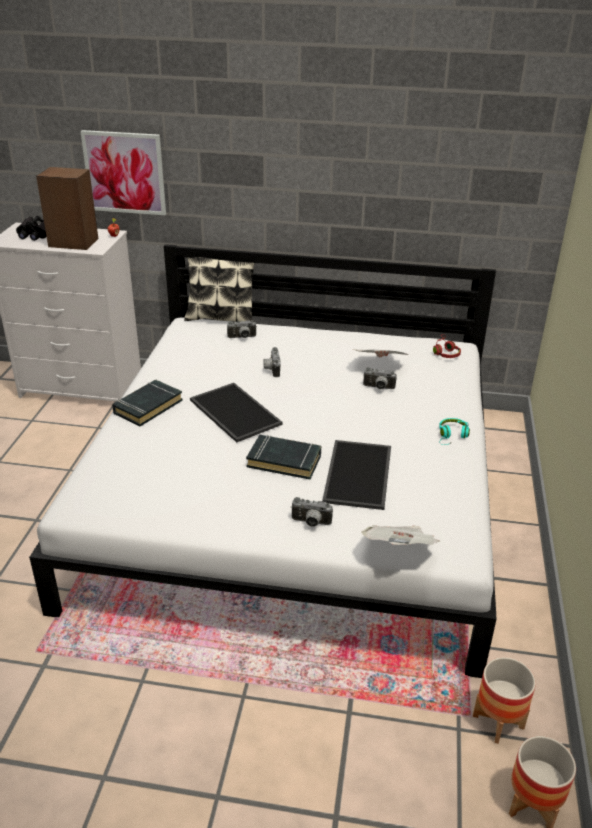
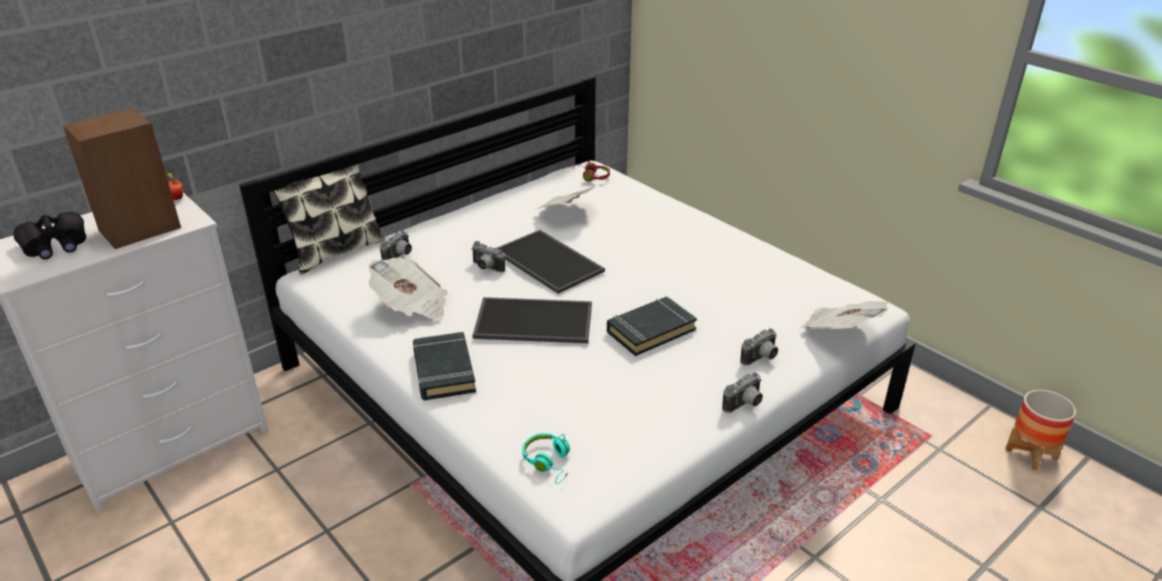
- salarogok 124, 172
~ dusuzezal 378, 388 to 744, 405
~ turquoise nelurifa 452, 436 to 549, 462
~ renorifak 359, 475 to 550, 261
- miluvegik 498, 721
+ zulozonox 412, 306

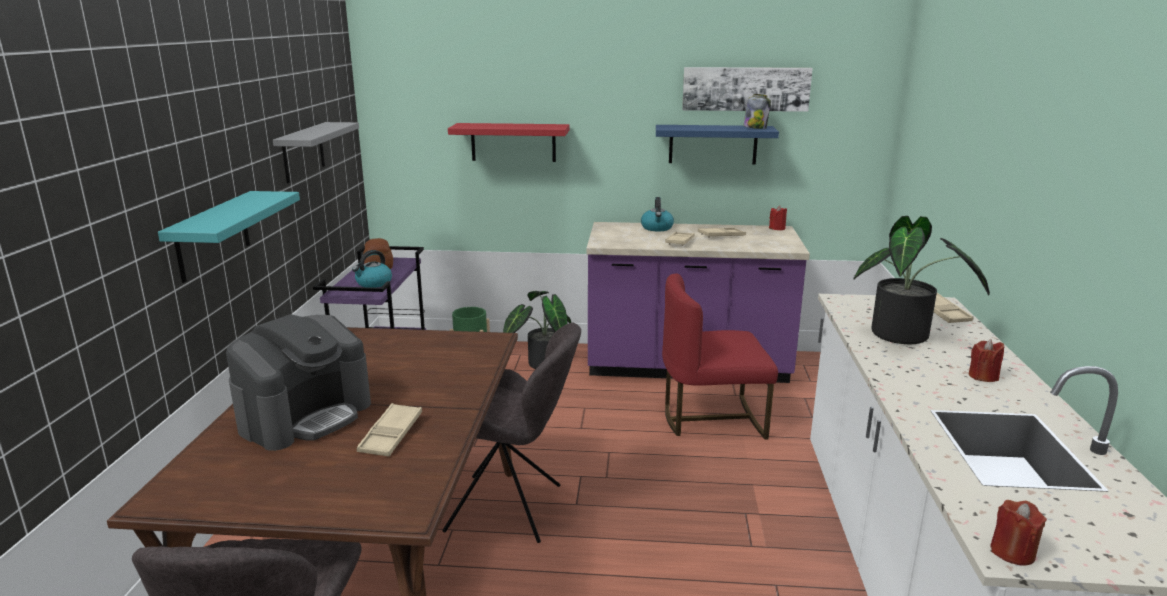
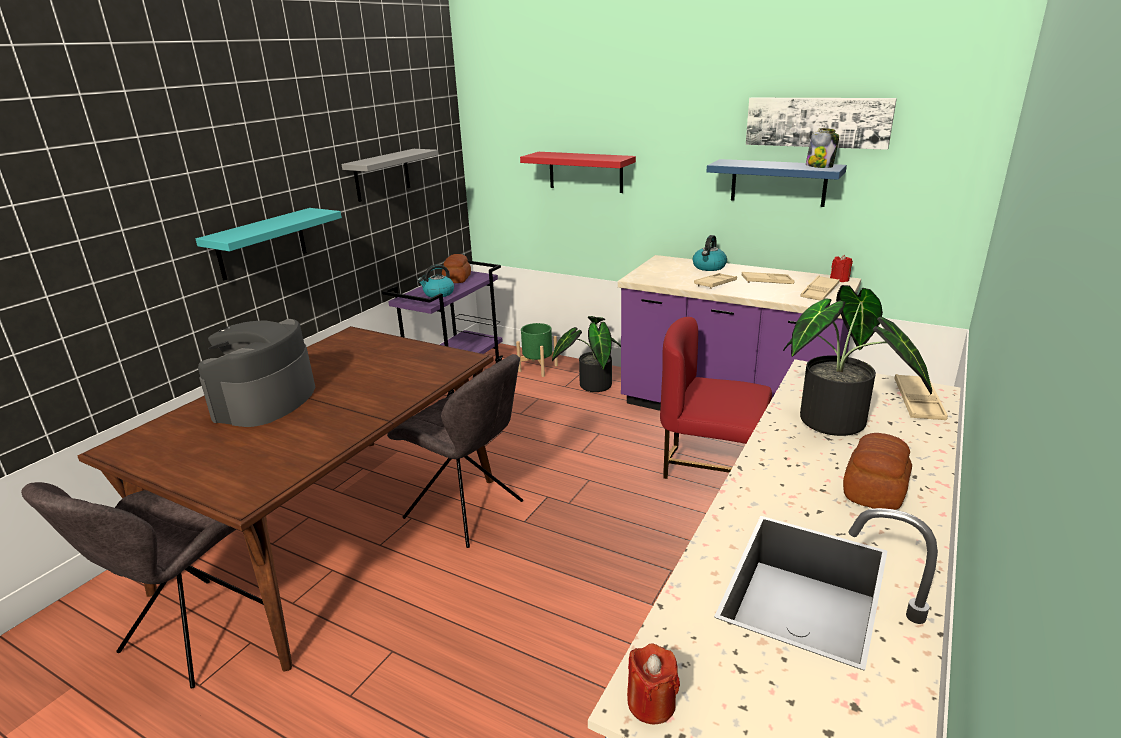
~ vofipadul 306, 415 = 265, 401 135 degrees clockwise
~ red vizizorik 983, 376 to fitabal 875, 490
~ beige renorifak 391, 435 to 819, 292

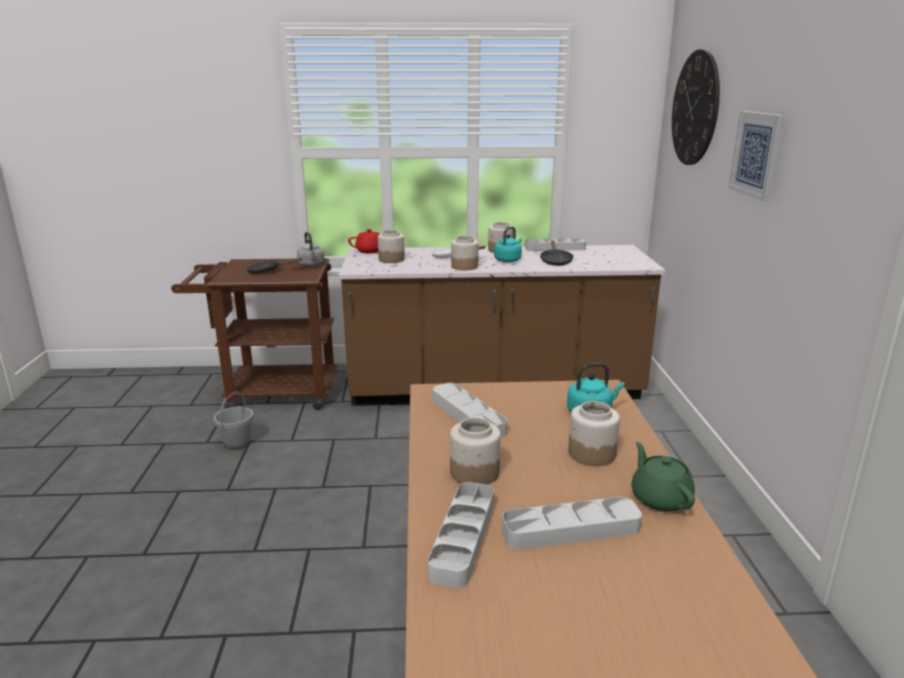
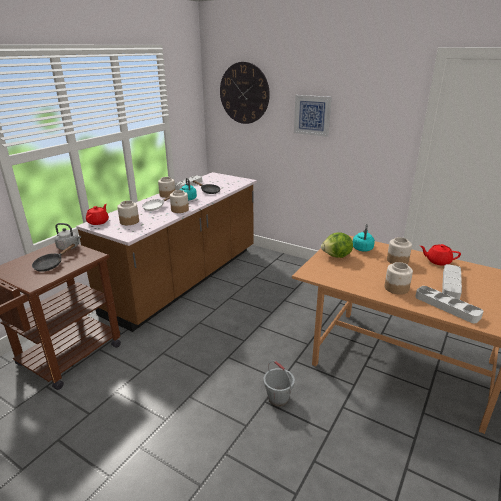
- grey renorifak 468, 415
~ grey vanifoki 237, 443 to 278, 398
~ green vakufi 660, 498 to red vakufi 437, 261
+ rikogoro 337, 256

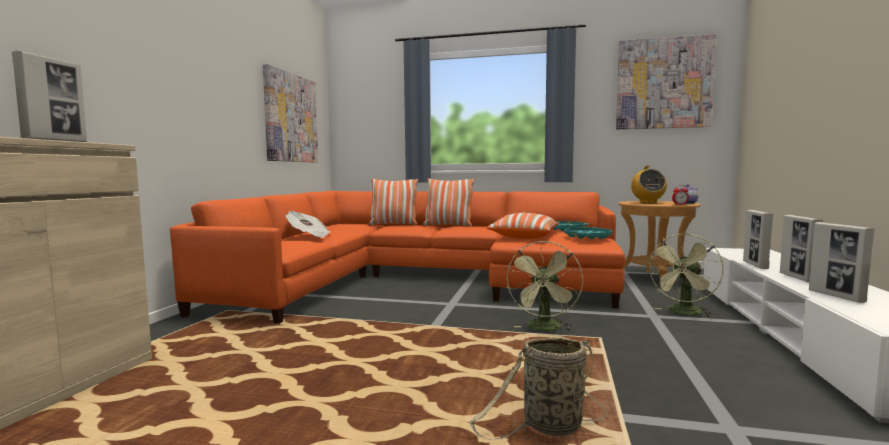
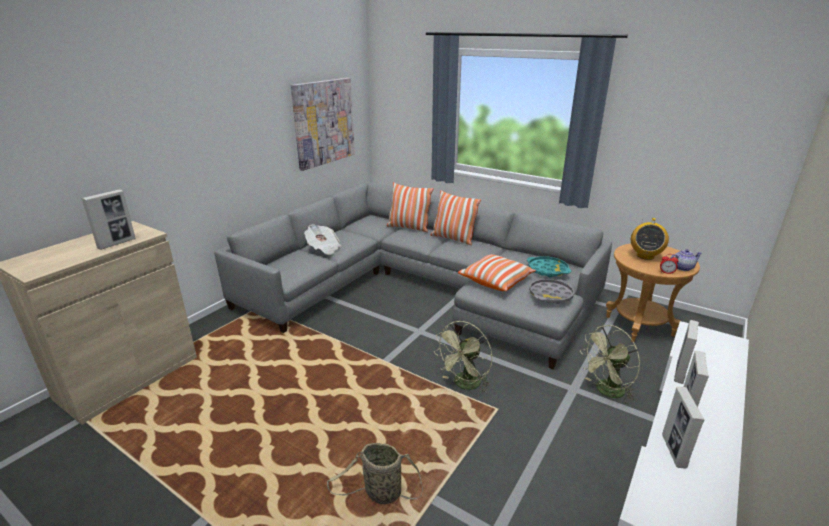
- salarogok 663, 83
~ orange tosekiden 420, 279 to grey tosekiden 419, 287
~ turquoise renorifak 587, 237 to grey renorifak 551, 295

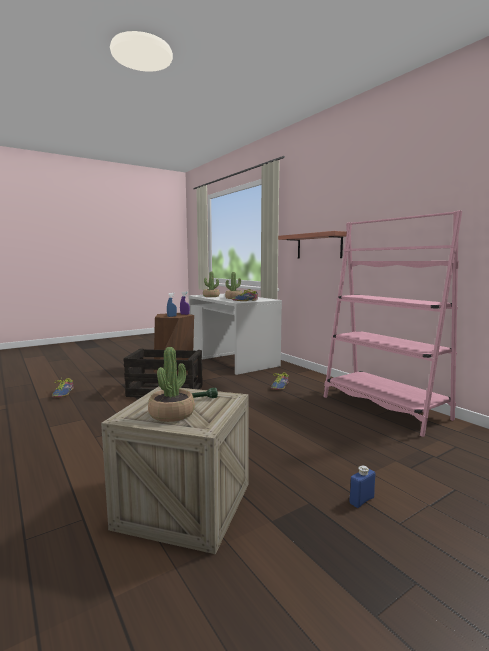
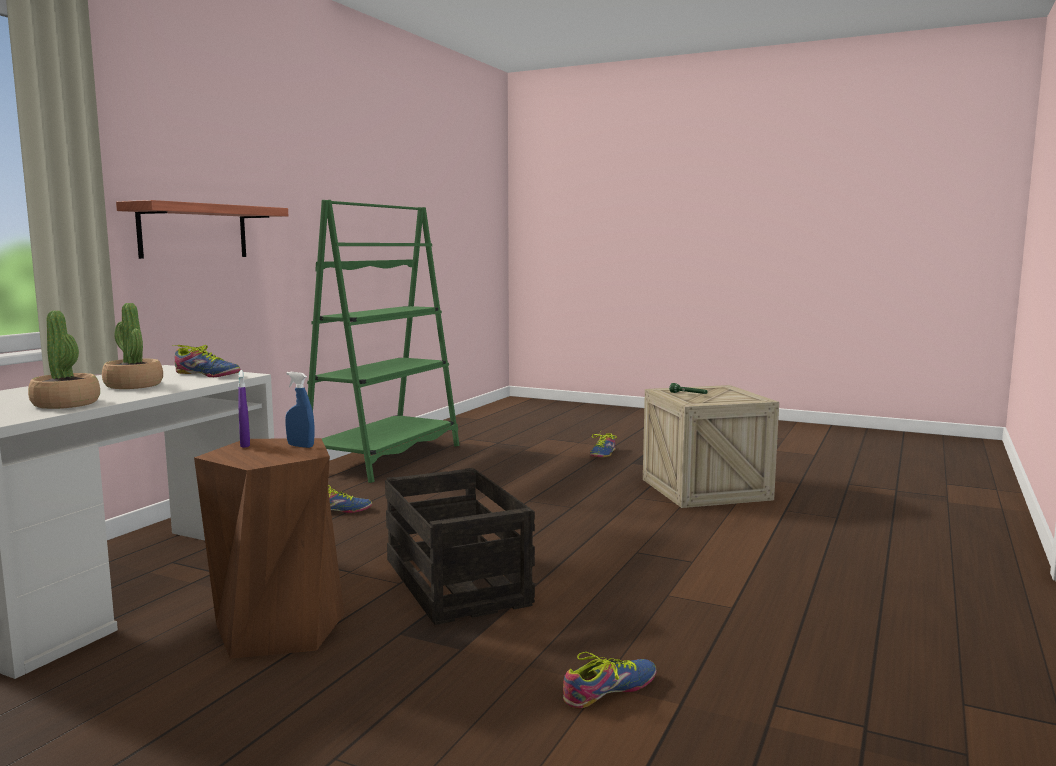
~ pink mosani 384, 408 to green mosani 386, 459
- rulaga 171, 414
~ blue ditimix 361, 500 to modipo 603, 453

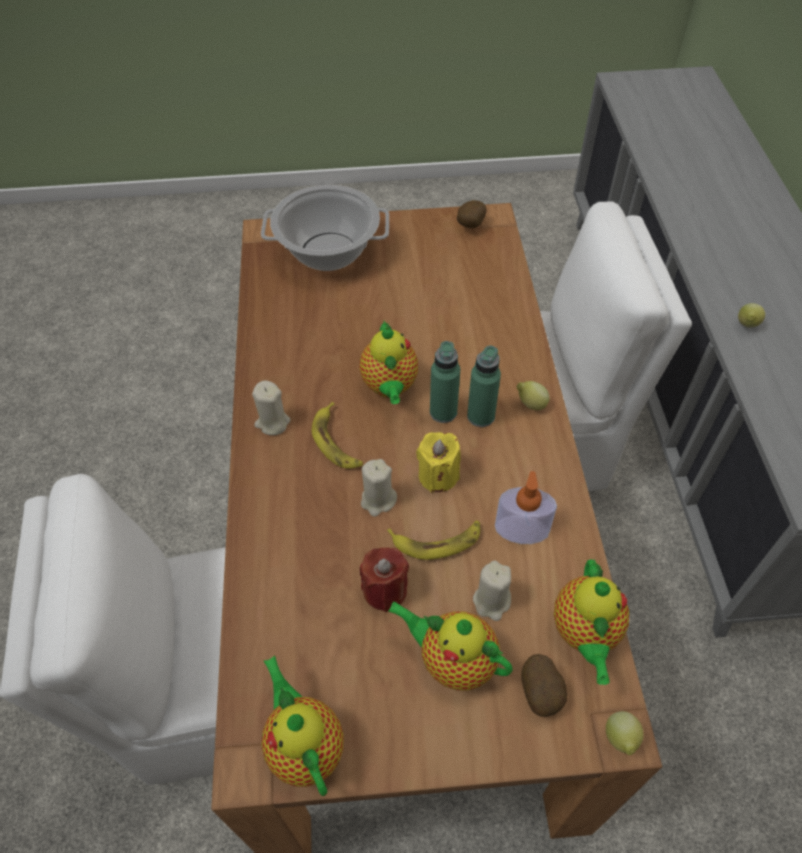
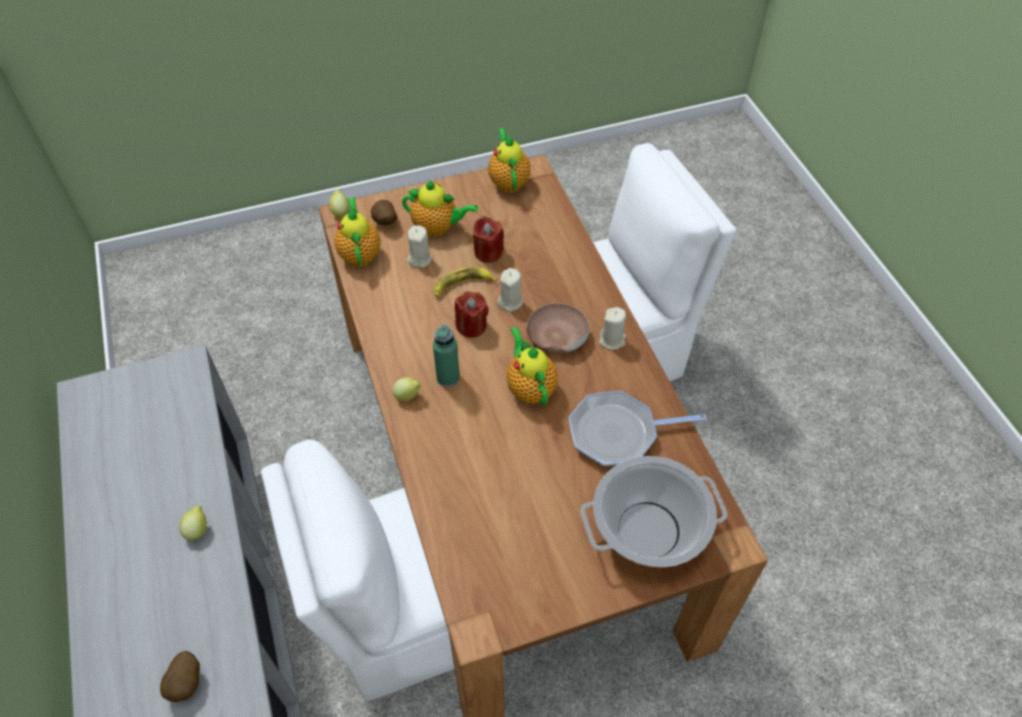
~ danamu 469, 226 to 187, 683
- green ditimix 443, 412
~ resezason 337, 442 to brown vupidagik 556, 335
~ yellow vizizorik 438, 475 to red vizizorik 471, 326
- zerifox 521, 529
~ vakufi 304, 744 = 508, 181 150 degrees counterclockwise
+ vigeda 618, 433

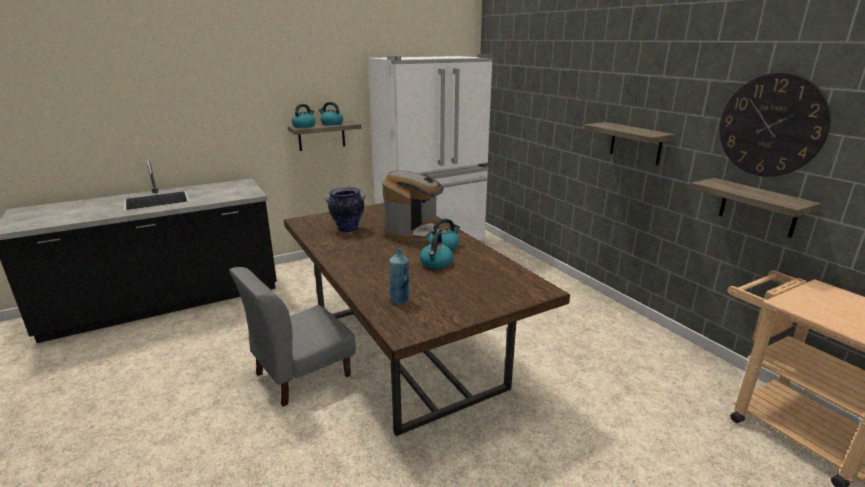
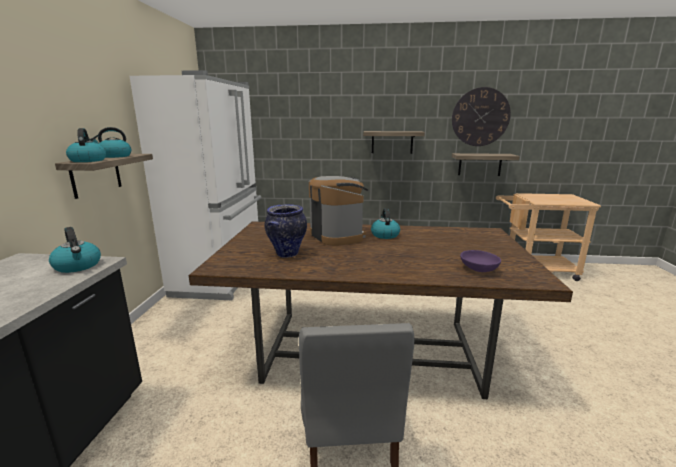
~ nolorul 436, 264 to 78, 266
~ blue ditimix 399, 300 to purple vupidagik 479, 269

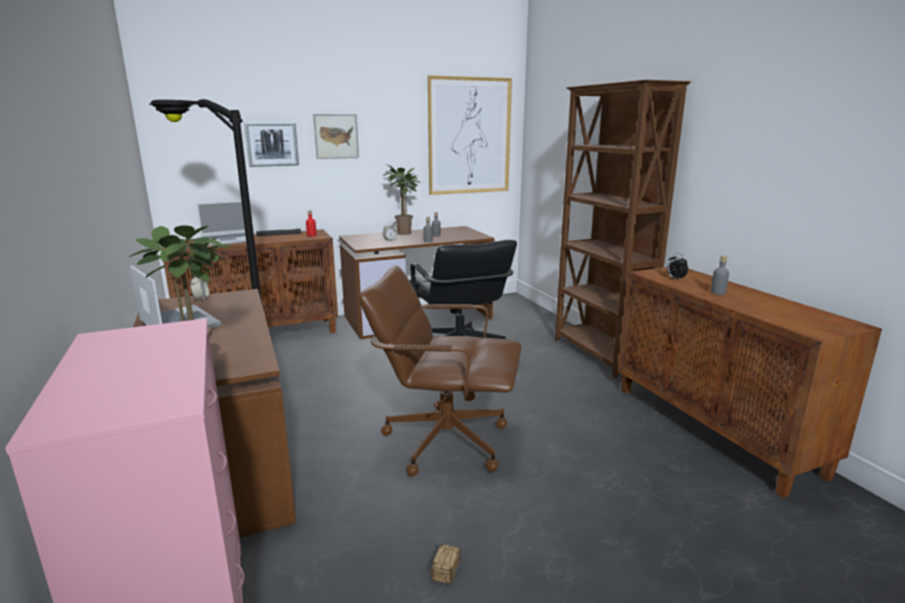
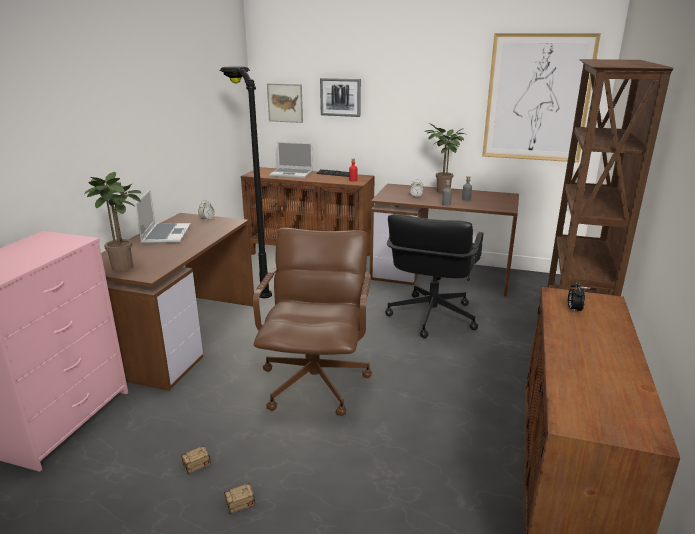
~ salarogok 336, 136 to 285, 103
- grey ditimix 718, 292
~ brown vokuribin 445, 440 = 316, 383 45 degrees clockwise
+ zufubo 257, 498

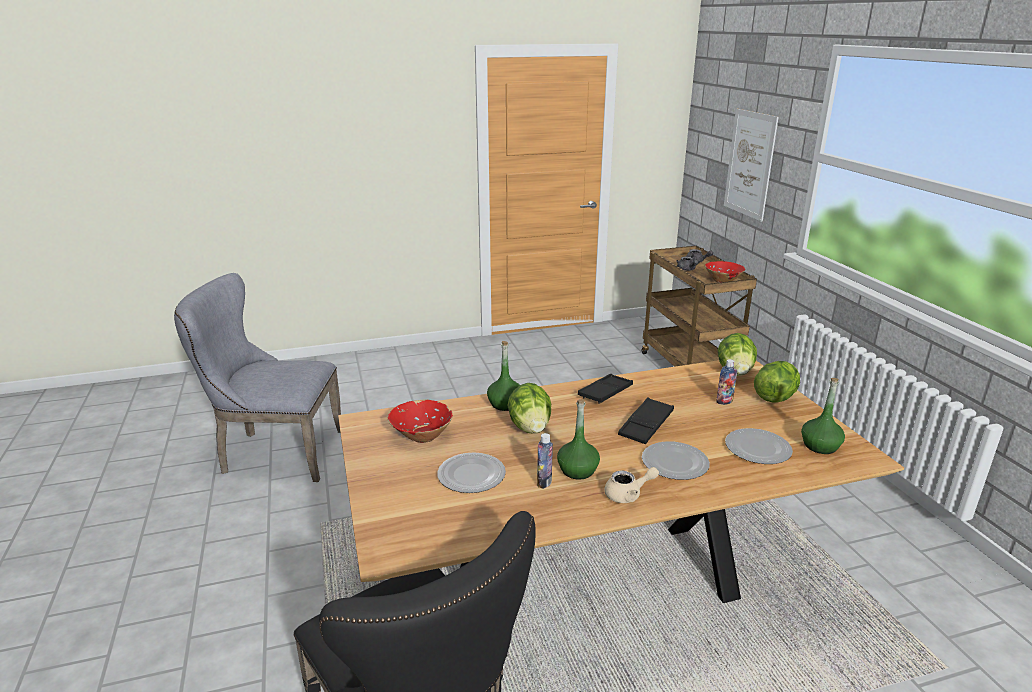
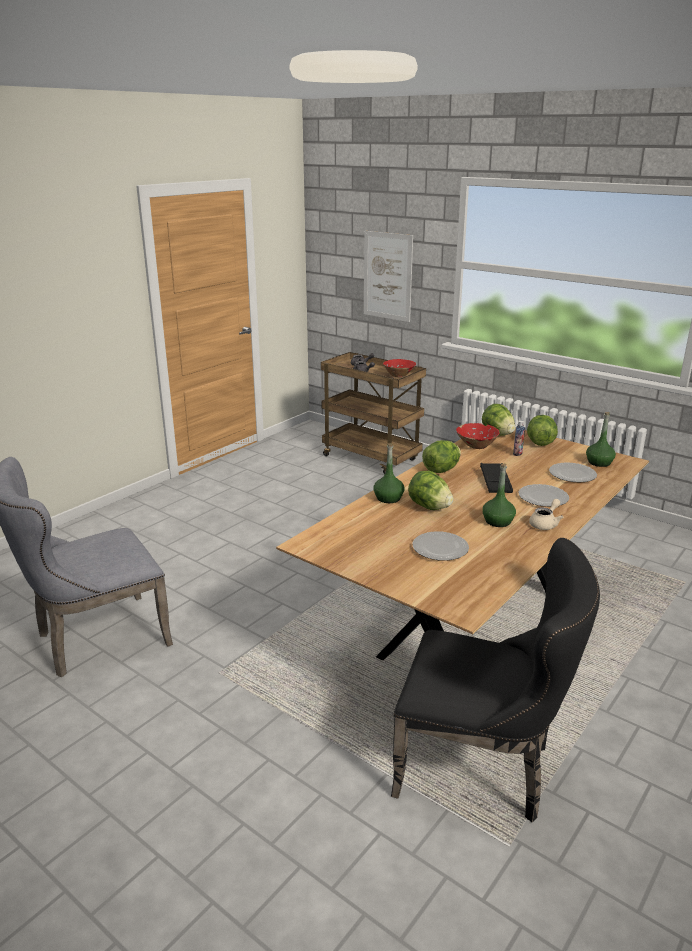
~ black renorifak 605, 392 to rikogoro 441, 470
~ red vupidagik 422, 436 to 476, 446
- ditimix 544, 482

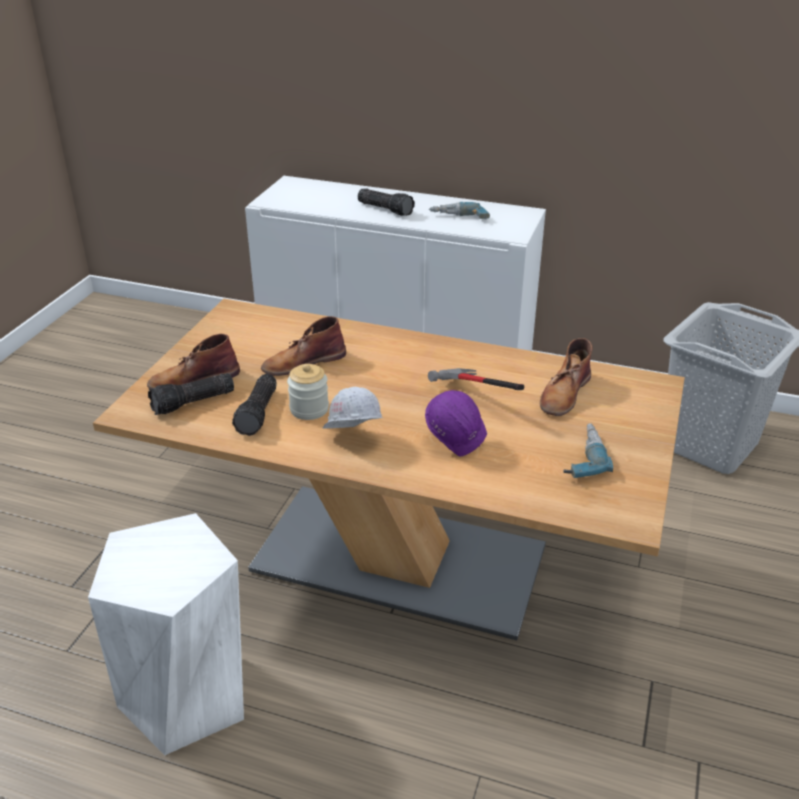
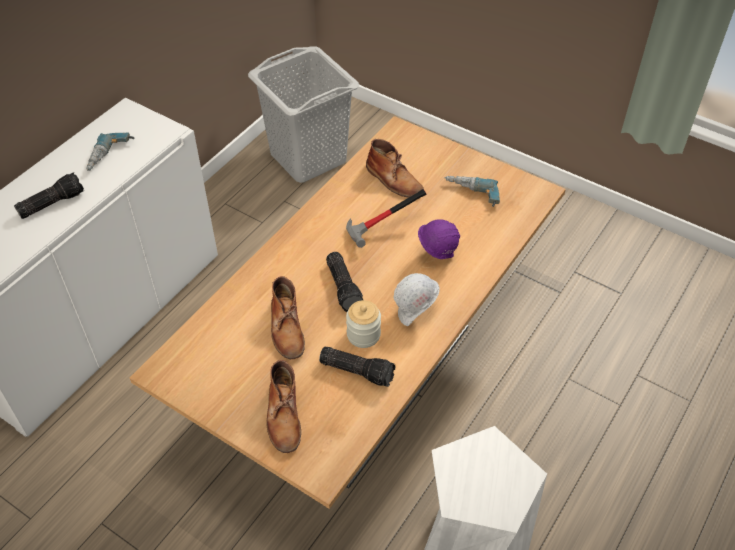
~ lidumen 193, 403 to 344, 287

